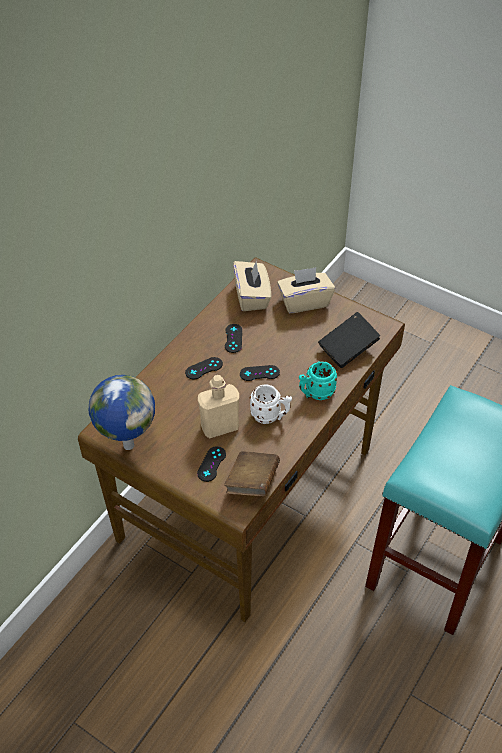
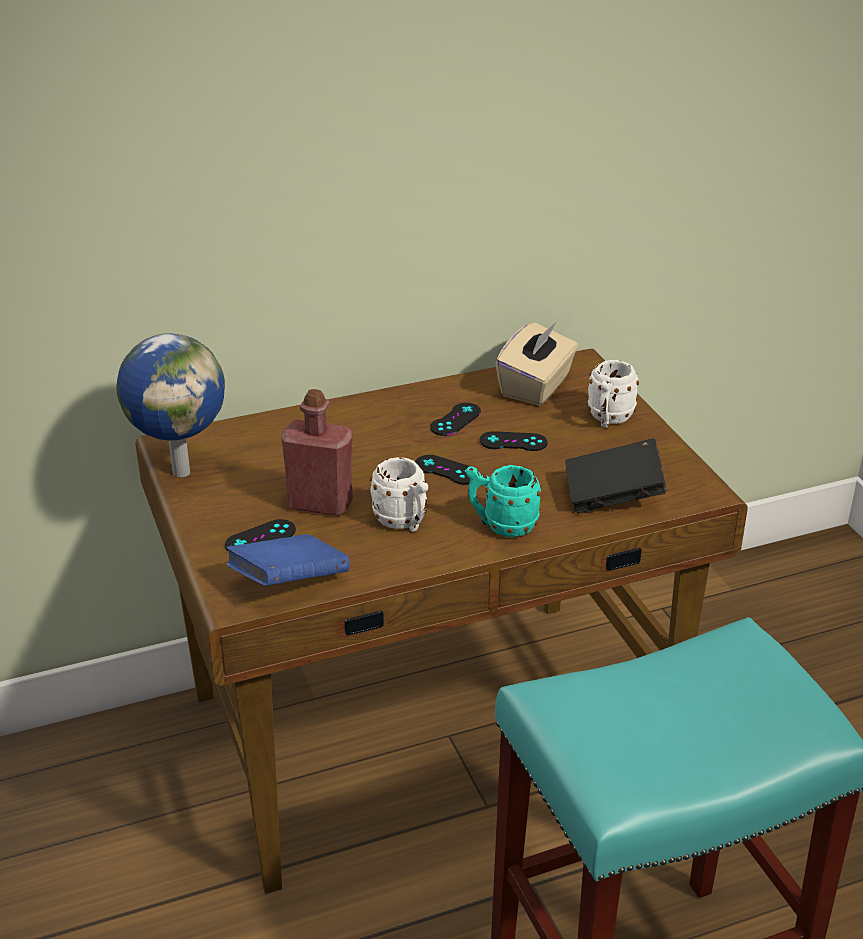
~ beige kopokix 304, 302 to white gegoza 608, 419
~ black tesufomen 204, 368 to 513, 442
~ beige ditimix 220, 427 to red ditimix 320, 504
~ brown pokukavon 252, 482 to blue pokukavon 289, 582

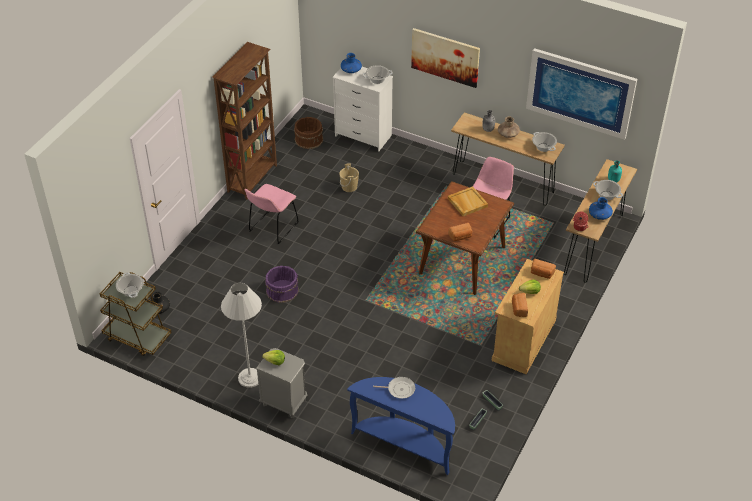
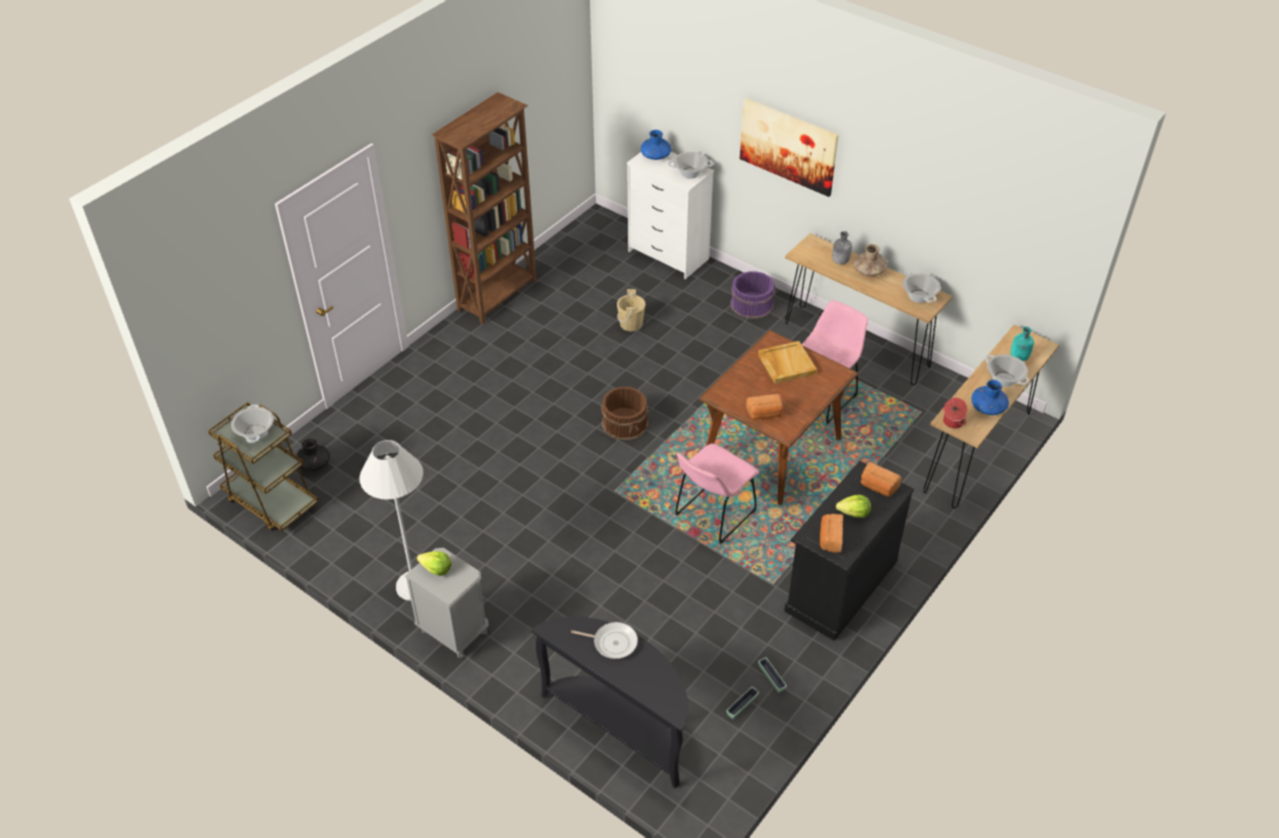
- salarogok 580, 93
~ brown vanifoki 309, 139 to 625, 423
~ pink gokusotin 272, 228 to 712, 515
~ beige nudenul 523, 340 to black nudenul 841, 585
~ purple vanifoki 282, 290 to 751, 304
~ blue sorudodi 405, 443 to black sorudodi 621, 725

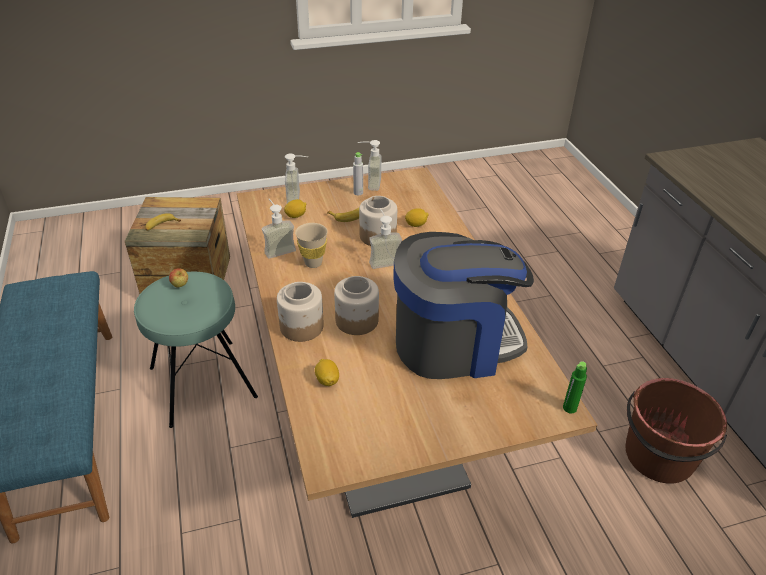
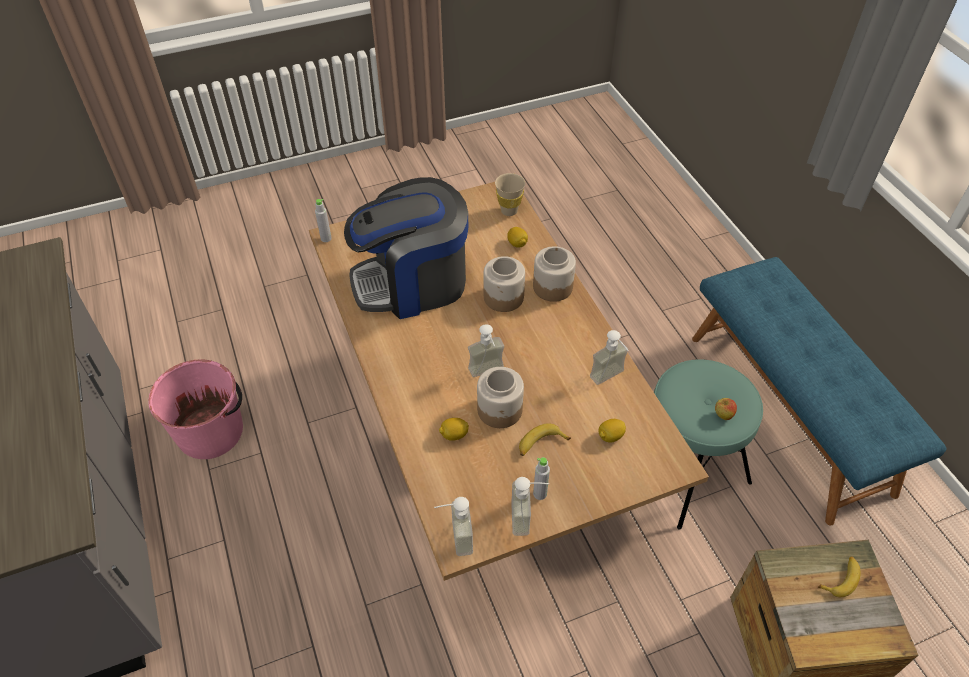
~ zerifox 299, 198 to 454, 538
~ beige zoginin 313, 263 to 509, 211
~ green ditimix 569, 408 to grey ditimix 326, 238
~ brown vanifoki 658, 457 to pink vanifoki 211, 431

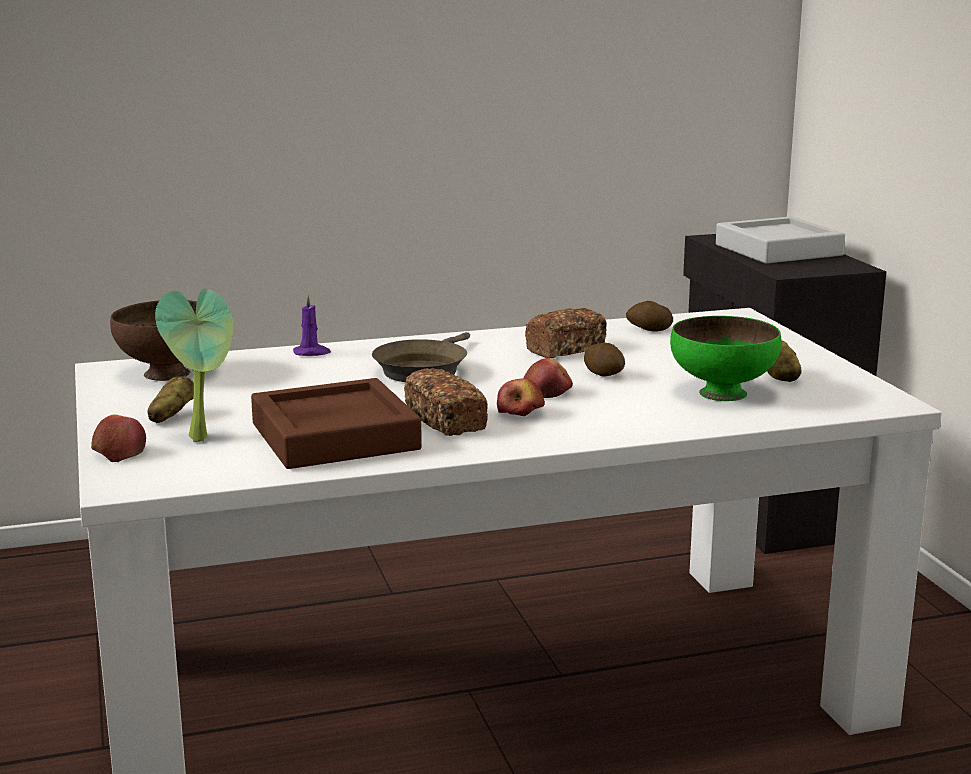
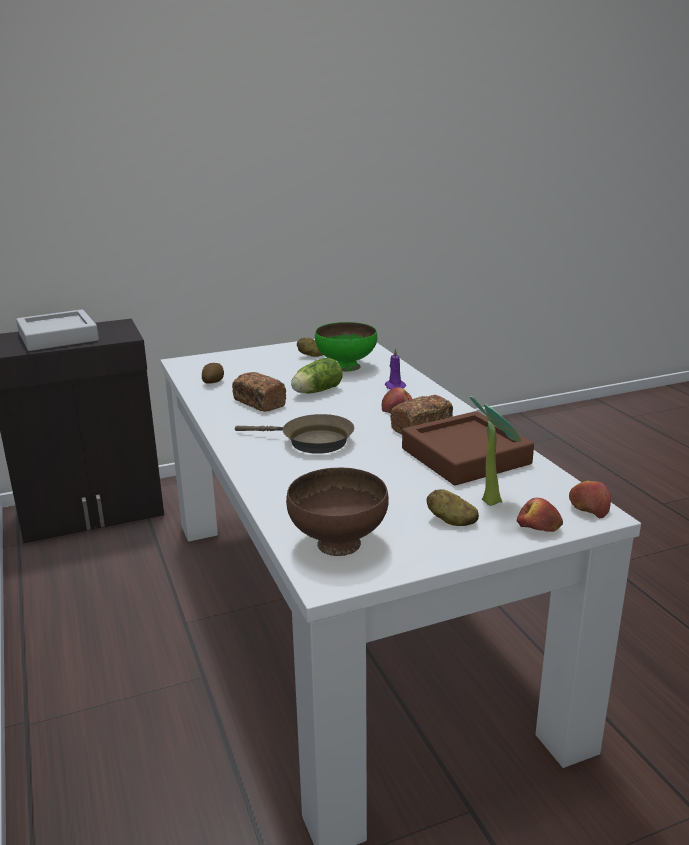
~ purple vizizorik 312, 353 to 394, 386
~ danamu 604, 374 to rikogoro 315, 392
~ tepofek 547, 392 to 588, 508

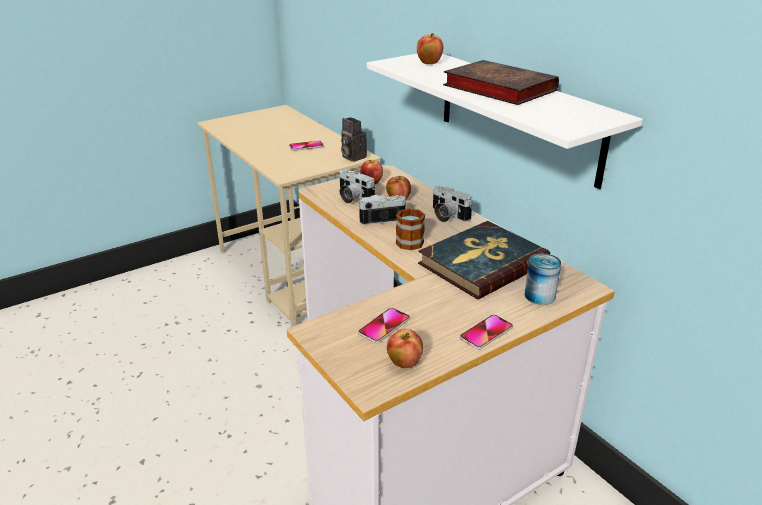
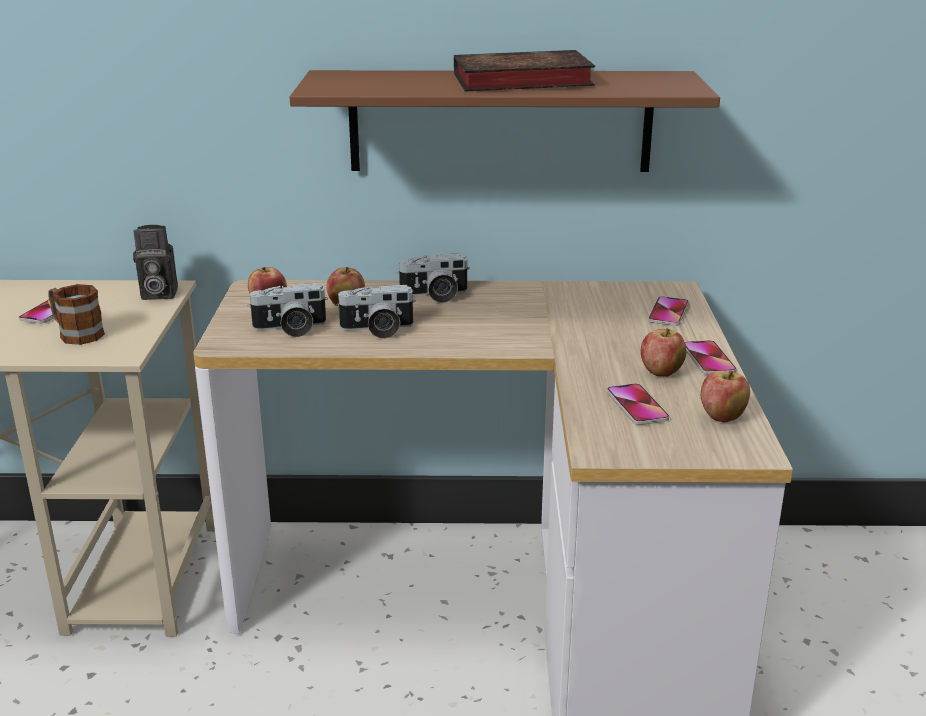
~ tepofek 429, 63 to 661, 373
~ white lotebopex 517, 115 to brown lotebopex 500, 121
~ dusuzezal 381, 218 = 377, 330 120 degrees counterclockwise
~ gegoza 409, 239 to 76, 333
- pokukavon 482, 263
~ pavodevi 540, 296 to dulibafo 668, 313

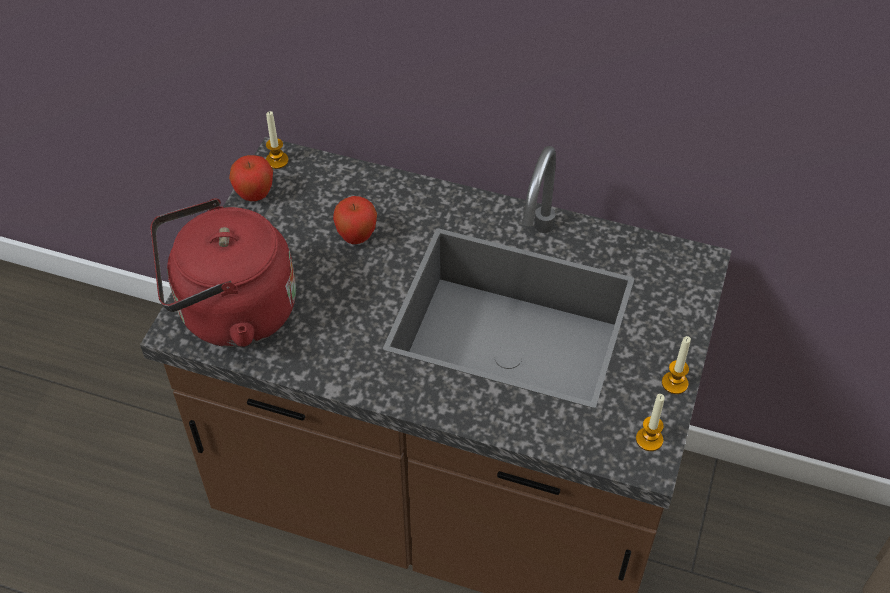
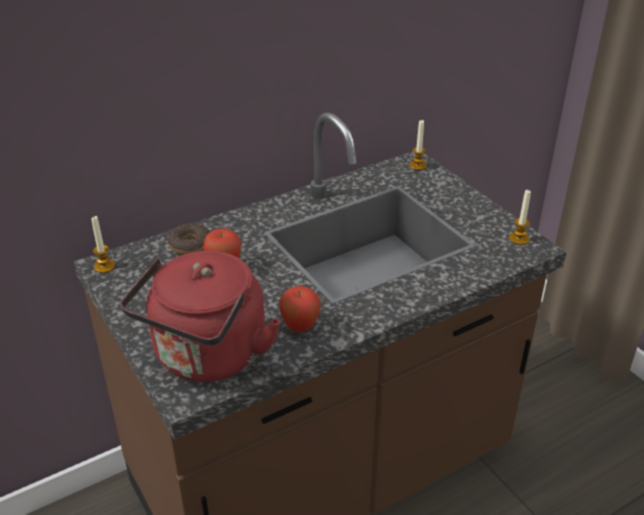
~ tepofek 255, 195 to 300, 327
~ vizizorik 674, 383 to 417, 166
+ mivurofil 190, 245

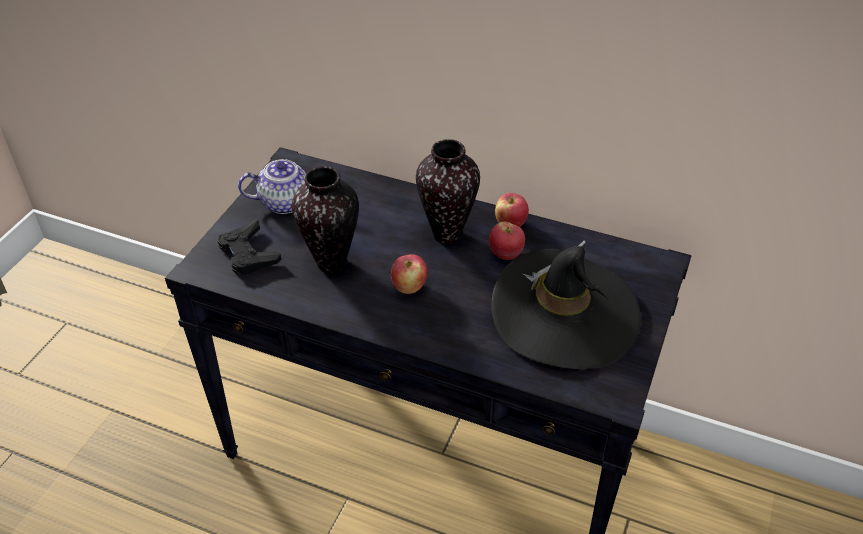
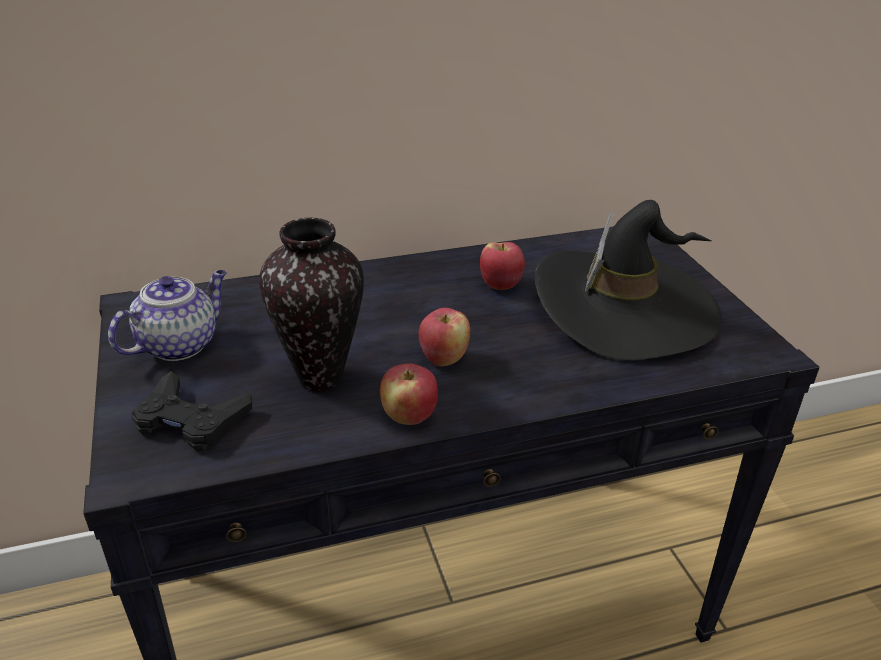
- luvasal 448, 234
~ tepofek 510, 224 to 408, 416

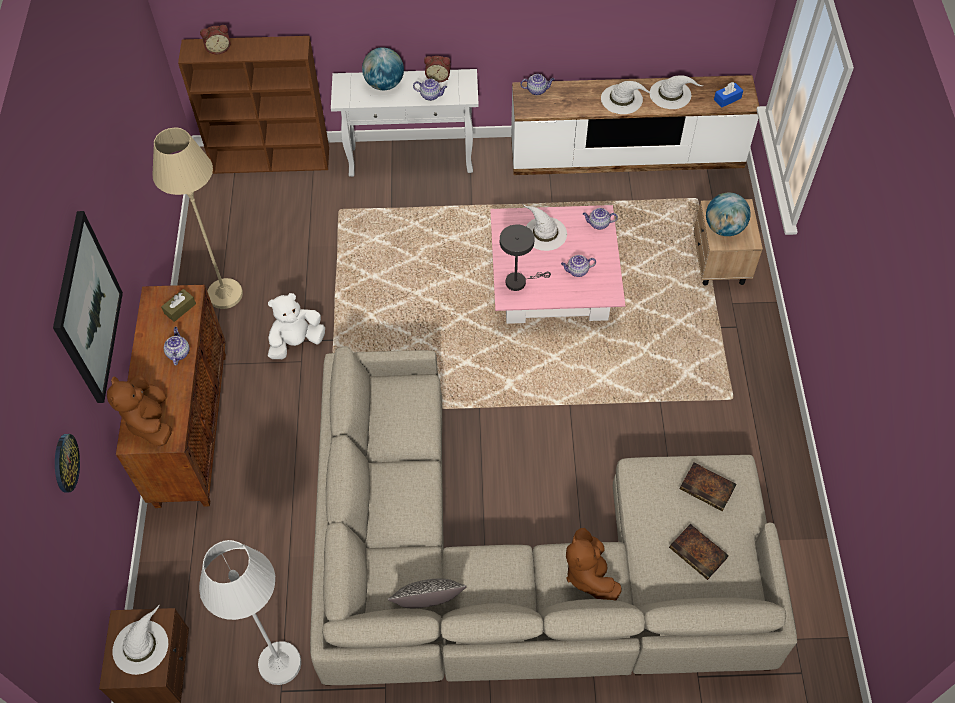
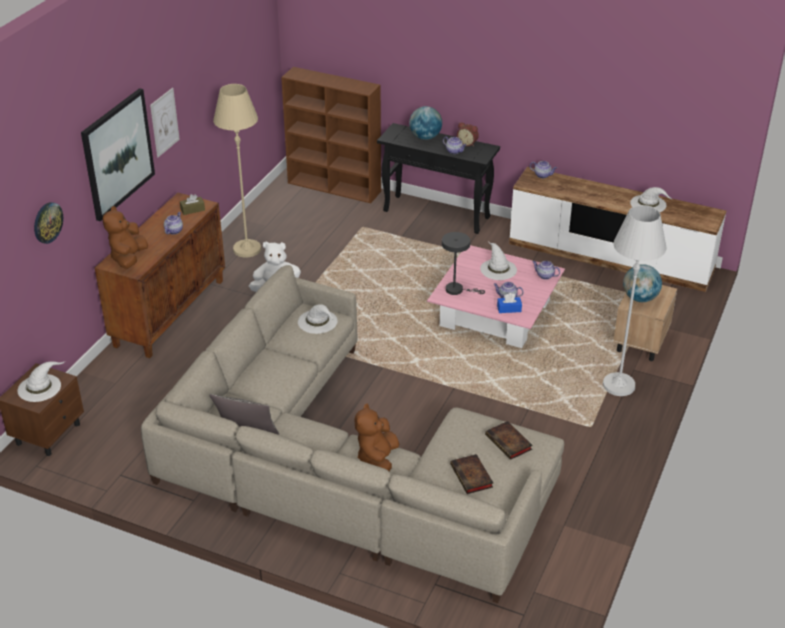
- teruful 218, 48
~ white sorudodi 412, 160 to black sorudodi 437, 214
~ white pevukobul 622, 99 to 318, 321
~ blue kopokix 727, 99 to 509, 309
~ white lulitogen 279, 663 to 618, 385
+ salarogok 164, 122

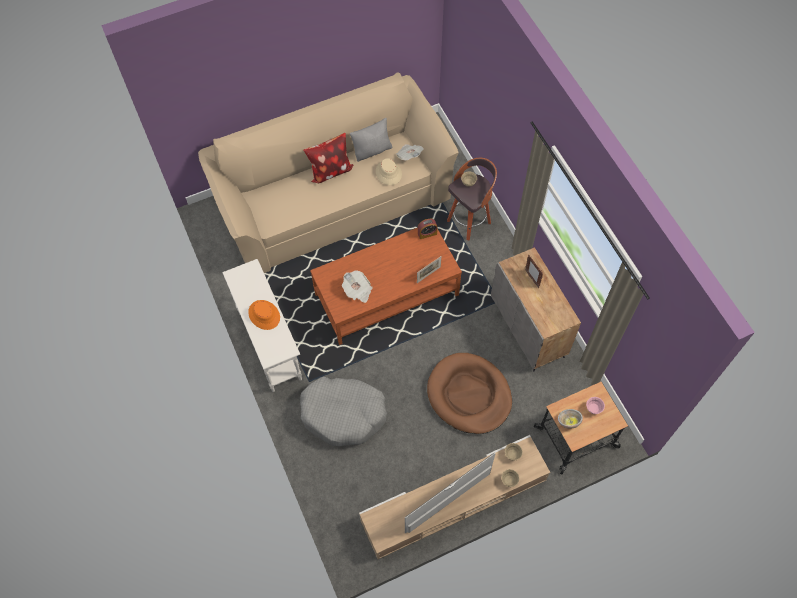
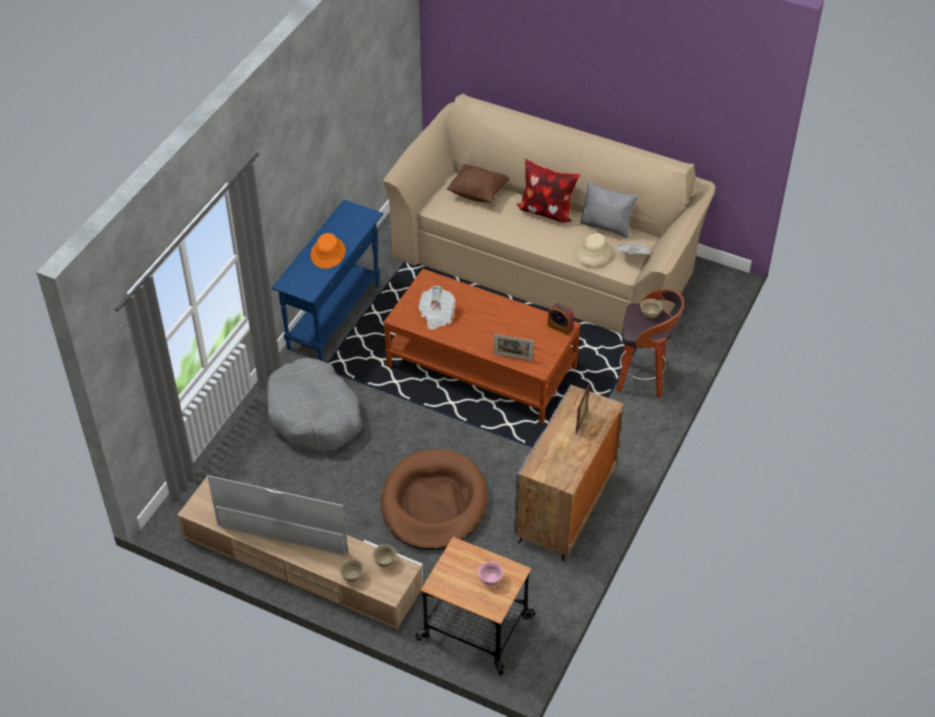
~ white sorudodi 270, 345 to blue sorudodi 334, 316
- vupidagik 568, 421
+ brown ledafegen 478, 193

